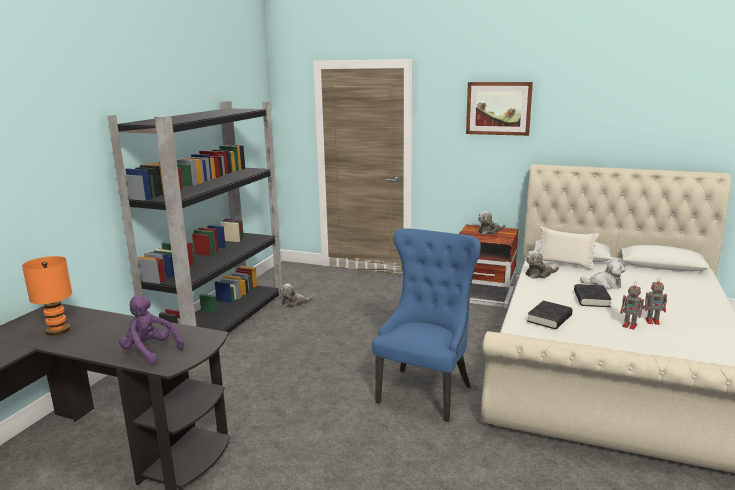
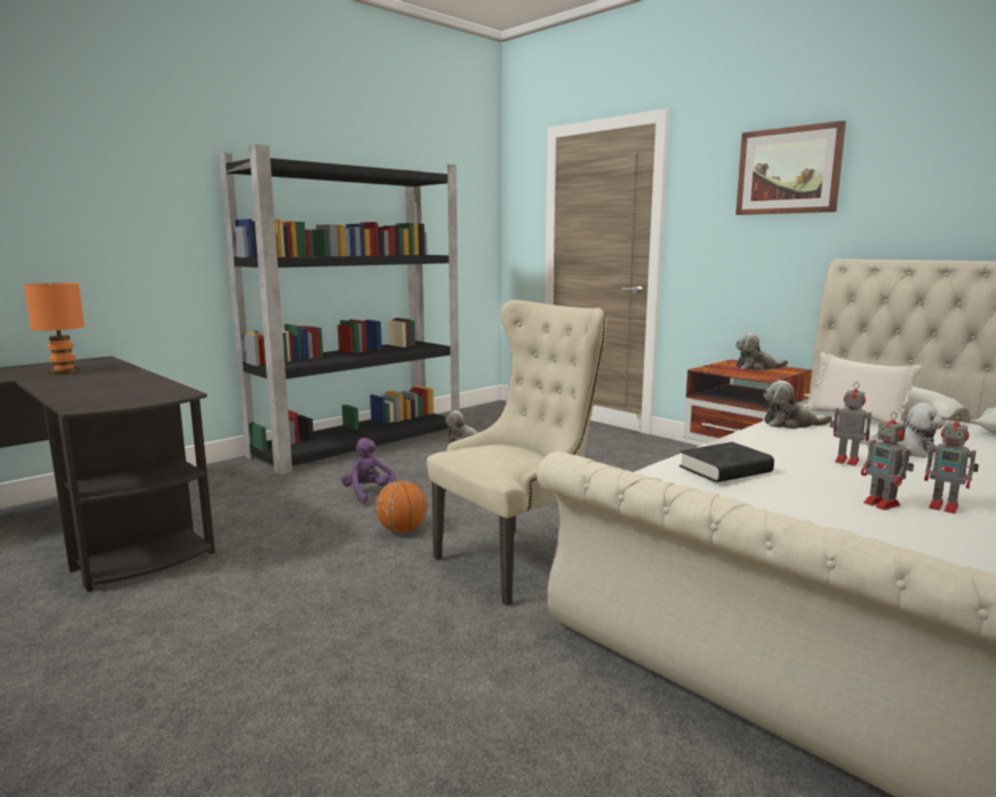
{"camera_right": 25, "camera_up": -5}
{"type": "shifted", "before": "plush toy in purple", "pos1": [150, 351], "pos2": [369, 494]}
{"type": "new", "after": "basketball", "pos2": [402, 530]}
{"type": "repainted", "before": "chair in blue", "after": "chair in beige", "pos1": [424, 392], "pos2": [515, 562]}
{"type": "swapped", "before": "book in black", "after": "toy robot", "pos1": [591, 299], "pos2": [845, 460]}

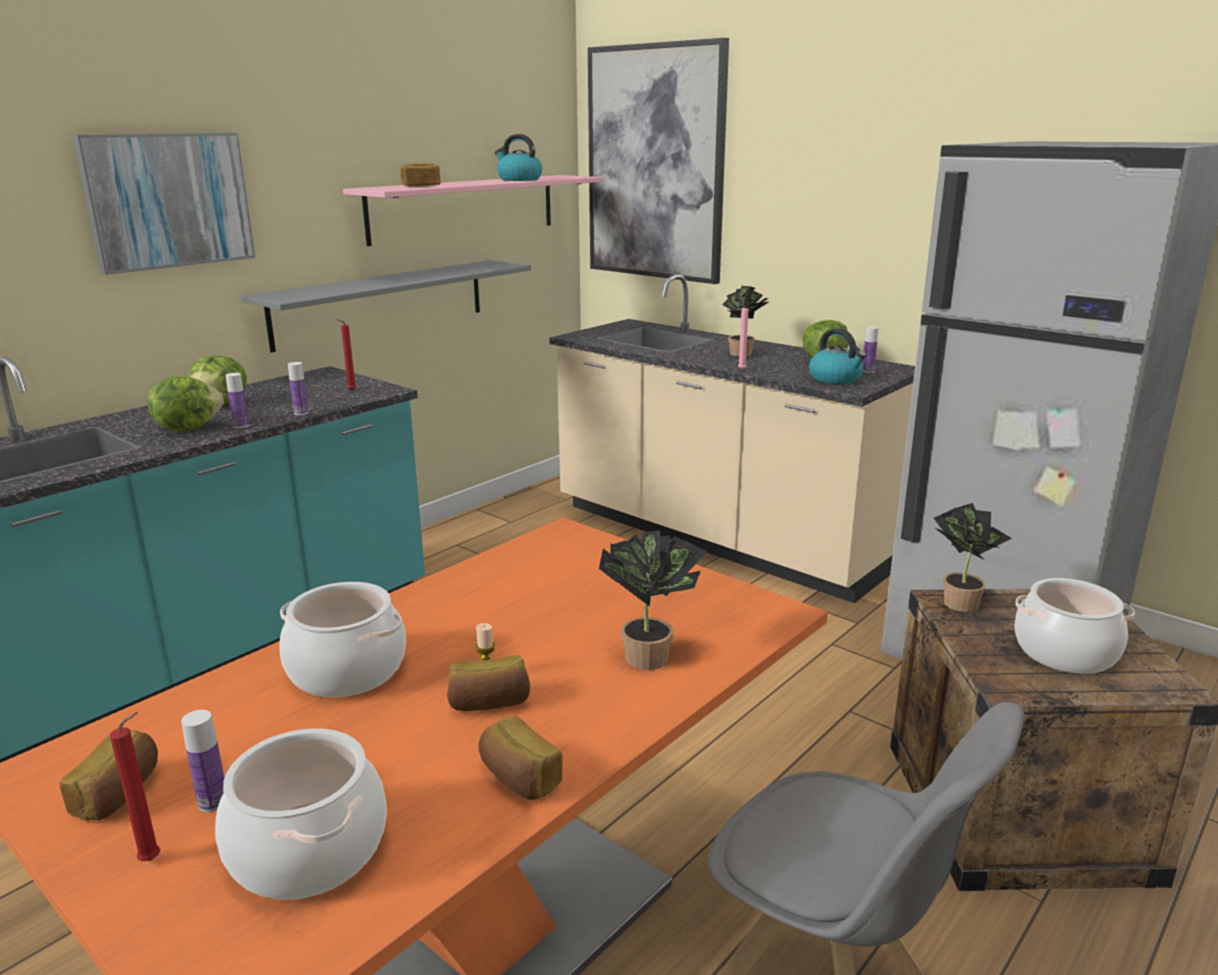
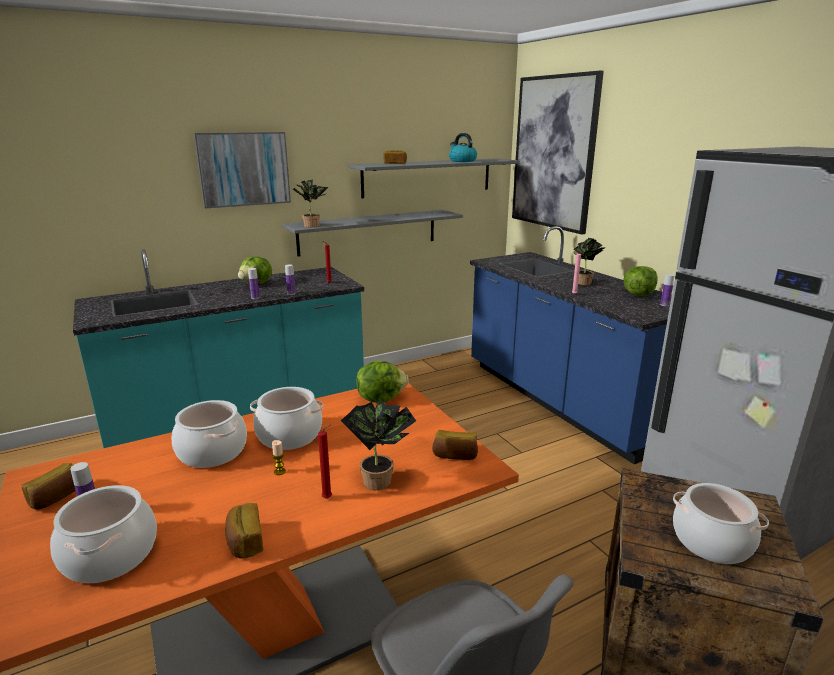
{"camera_right": 20, "camera_up": 0}
{"type": "new", "after": "cooking pot", "pos2": [289, 435]}
{"type": "shifted", "before": "potted plant", "pos1": [959, 601], "pos2": [312, 225]}
{"type": "shifted", "before": "candle in red", "pos1": [154, 859], "pos2": [328, 498]}
{"type": "repainted", "before": "shelf in pink", "after": "shelf in grey", "pos1": [464, 208], "pos2": [428, 177]}
{"type": "shifted", "before": "lettuce", "pos1": [187, 428], "pos2": [380, 398]}
{"type": "shifted", "before": "bread", "pos1": [489, 703], "pos2": [455, 456]}
{"type": "repainted", "before": "counter in beige", "after": "counter in blue", "pos1": [717, 538], "pos2": [561, 402]}
{"type": "gone", "before": "kettle", "pos1": [836, 379]}

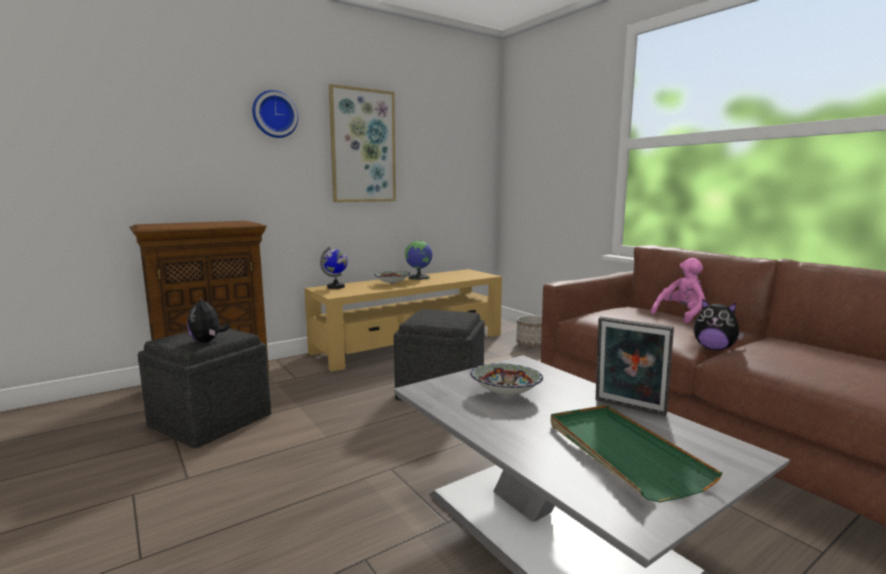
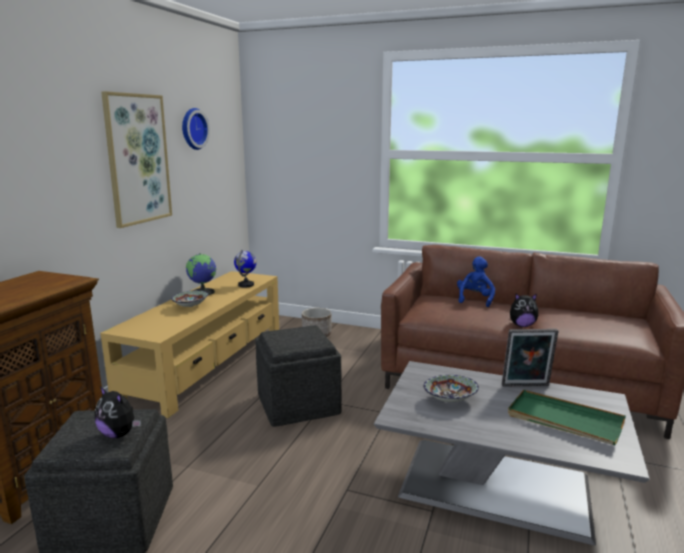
{"camera_right": -35, "camera_up": 5}
{"type": "shifted", "before": "wall clock", "pos1": [274, 114], "pos2": [192, 129]}
{"type": "shifted", "before": "globe", "pos1": [336, 287], "pos2": [246, 285]}
{"type": "repainted", "before": "plush toy in pink", "after": "plush toy in blue", "pos1": [681, 315], "pos2": [475, 299]}

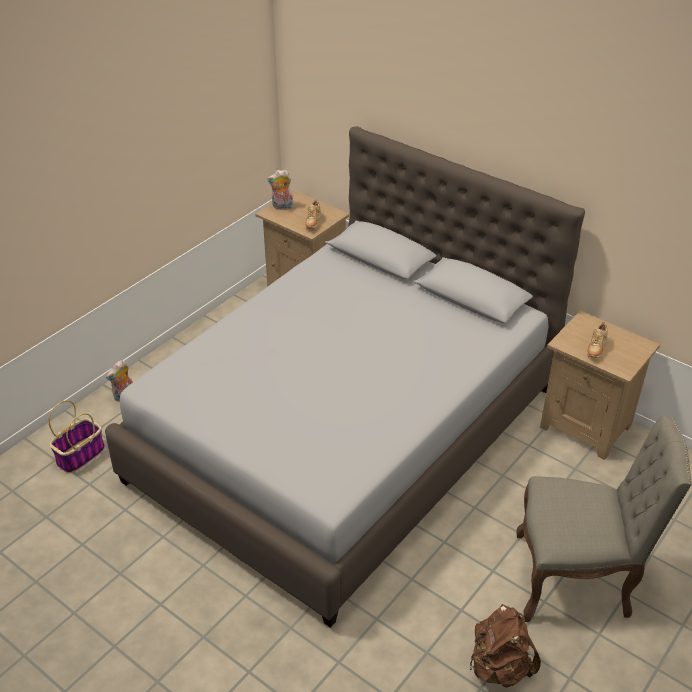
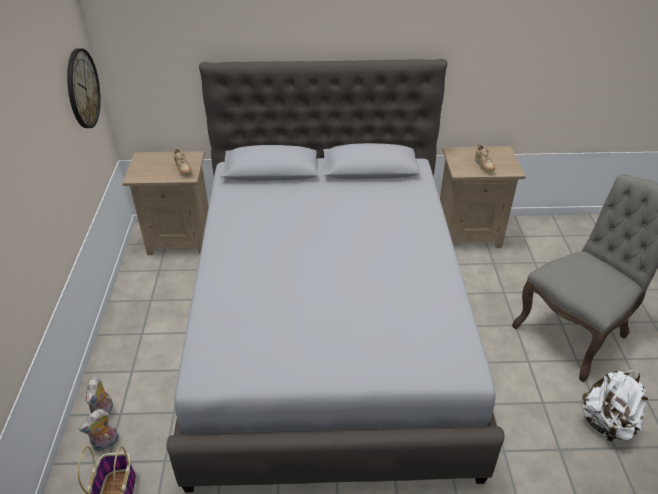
{"camera_right": -40, "camera_up": 0}
{"type": "new", "after": "wall clock", "pos2": [82, 88]}
{"type": "shifted", "before": "plush toy", "pos1": [282, 207], "pos2": [106, 444]}
{"type": "repainted", "before": "backpack in brown", "after": "backpack in white", "pos1": [499, 666], "pos2": [606, 424]}

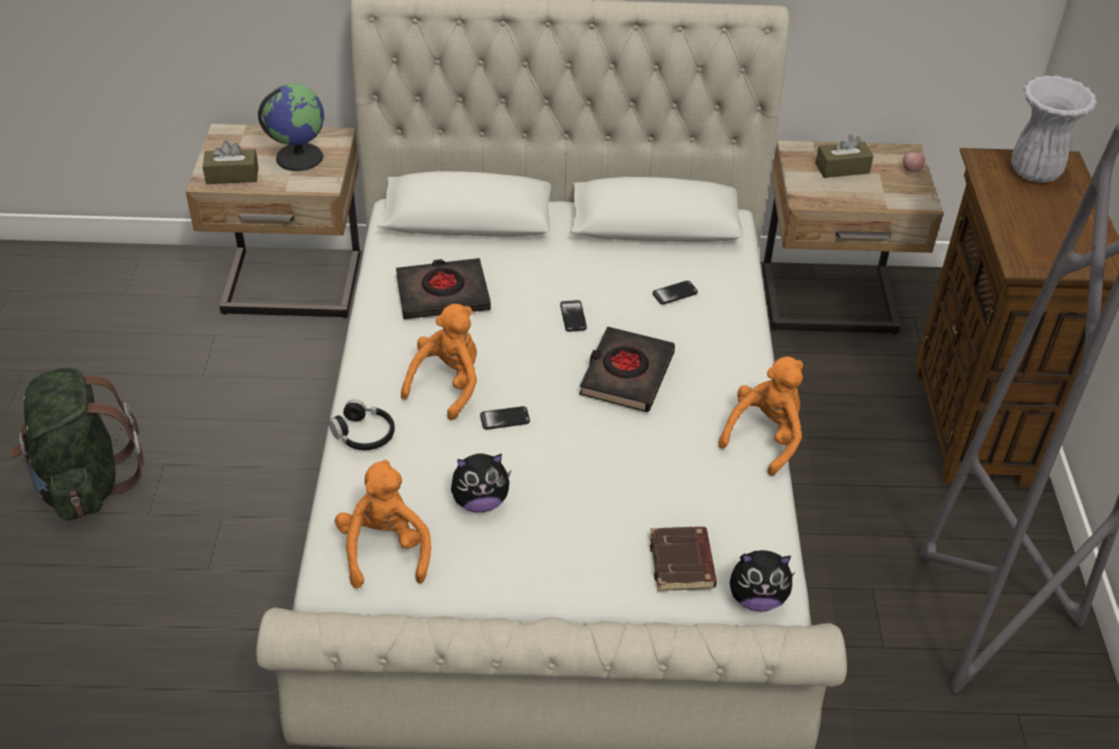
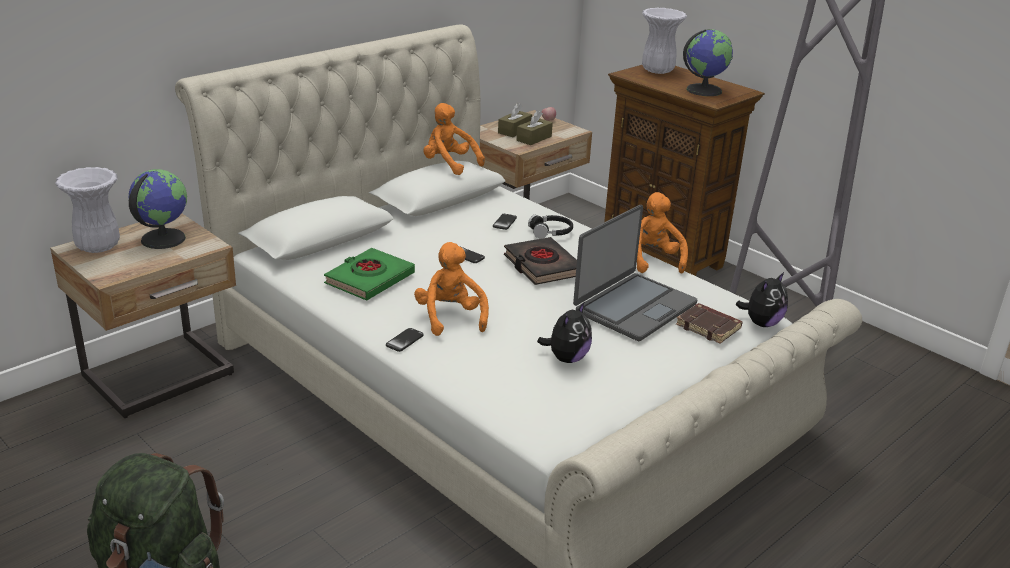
{"camera_right": -45, "camera_up": -15}
{"type": "new", "after": "vase in white", "pos2": [98, 246]}
{"type": "repainted", "before": "book in black", "after": "book in green", "pos1": [443, 294], "pos2": [369, 279]}
{"type": "shifted", "before": "phone", "pos1": [505, 419], "pos2": [404, 340]}
{"type": "shifted", "before": "plush toy in orange", "pos1": [385, 549], "pos2": [449, 164]}
{"type": "shifted", "before": "tissue box in brown", "pos1": [232, 175], "pos2": [534, 138]}
{"type": "shifted", "before": "headphones in black", "pos1": [364, 434], "pos2": [551, 232]}
{"type": "new", "after": "laptop", "pos2": [634, 307]}
{"type": "new", "after": "globe", "pos2": [703, 90]}

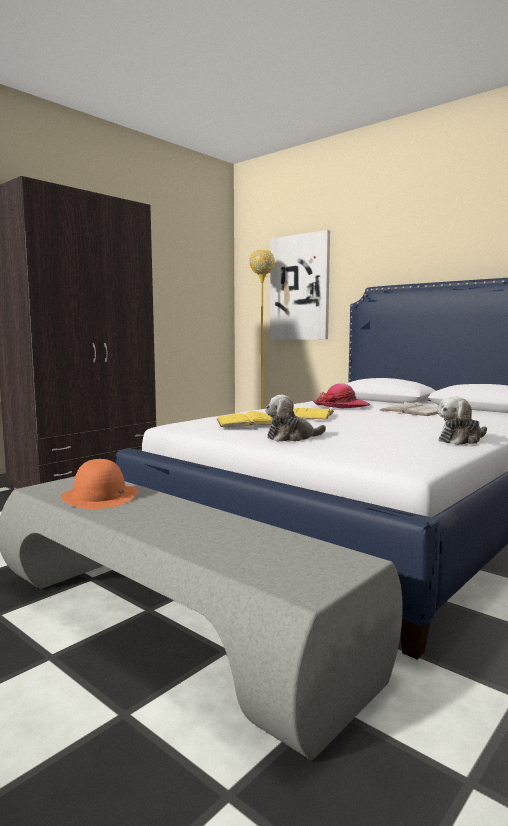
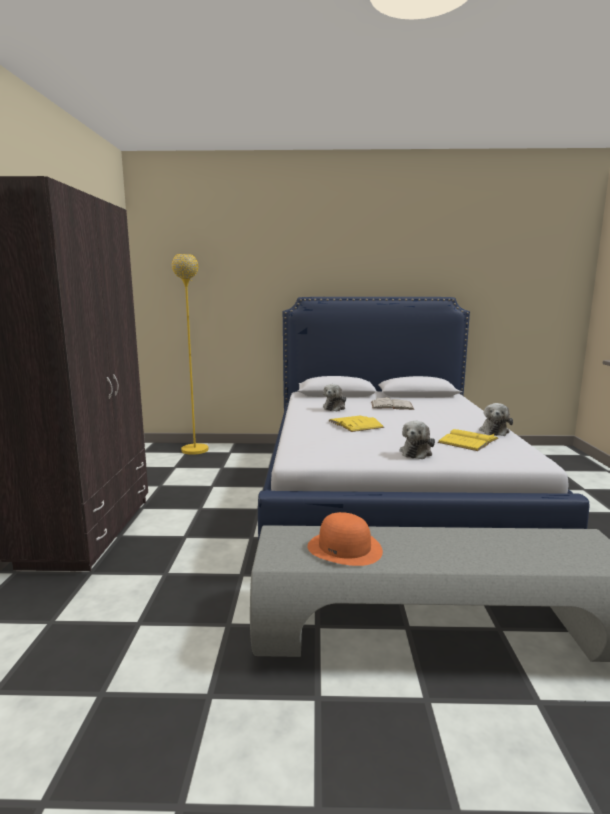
{"camera_right": -40, "camera_up": 5}
{"type": "swapped", "before": "hat", "after": "plush toy", "pos1": [341, 406], "pos2": [335, 408]}
{"type": "shifted", "before": "book in yellow", "pos1": [249, 422], "pos2": [468, 440]}
{"type": "gone", "before": "picture", "pos1": [300, 287]}

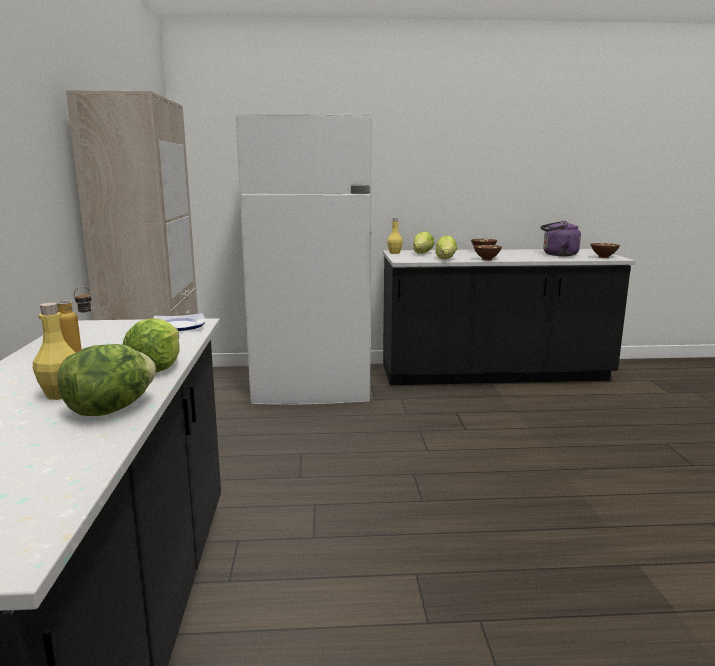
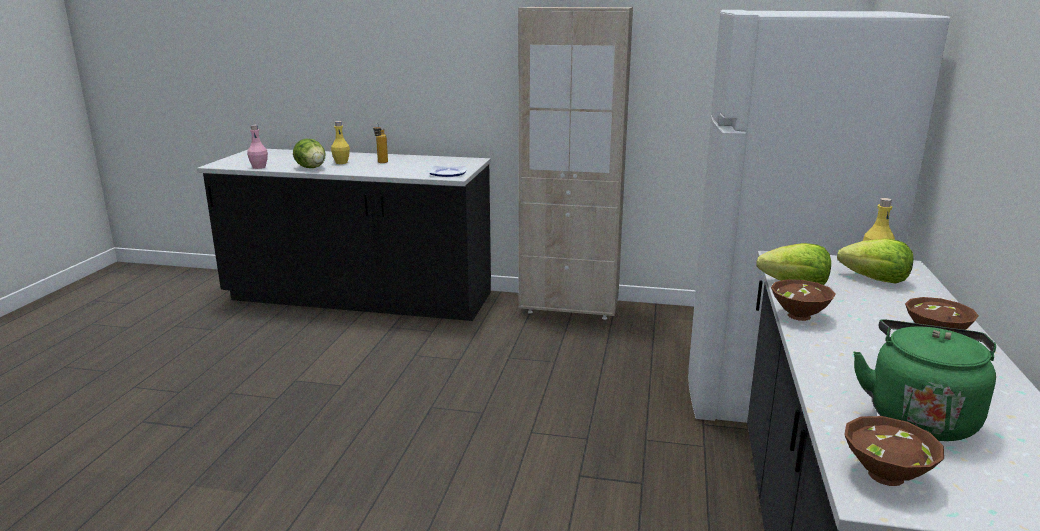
{"camera_right": 105, "camera_up": 5}
{"type": "new", "after": "bottle in pink", "pos2": [259, 167]}
{"type": "repainted", "before": "kettle in purple", "after": "kettle in green", "pos1": [558, 255], "pos2": [919, 416]}
{"type": "gone", "before": "lettuce", "pos1": [157, 367]}

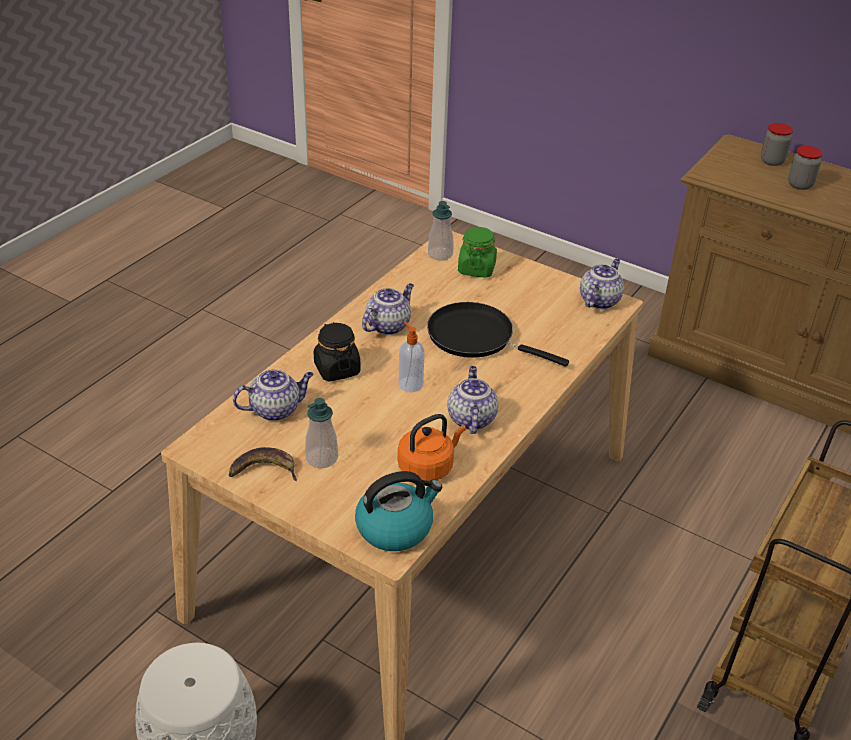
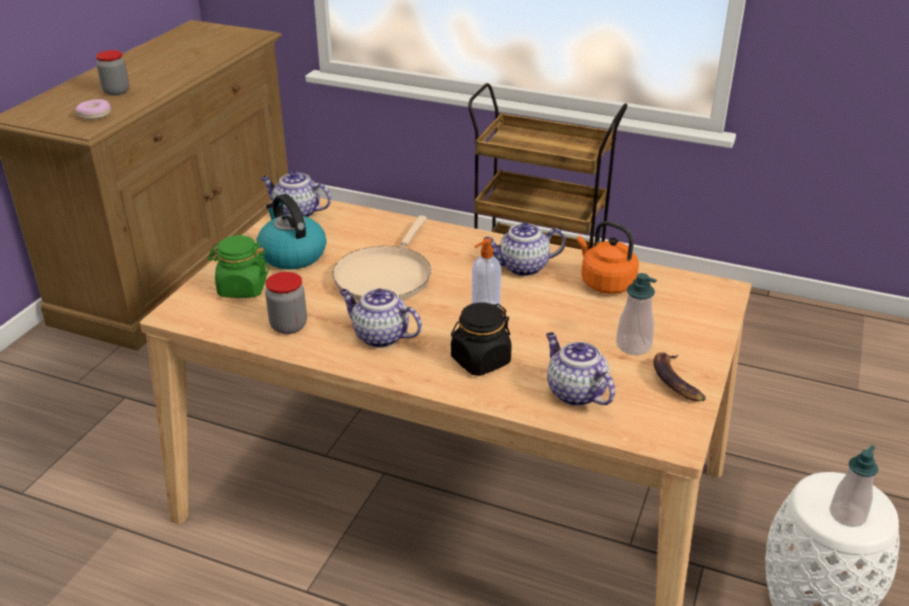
{"camera_right": -100, "camera_up": -5}
{"type": "new", "after": "donut", "pos2": [95, 115]}
{"type": "shifted", "before": "kettle", "pos1": [395, 527], "pos2": [291, 255]}
{"type": "shifted", "before": "jar", "pos1": [772, 161], "pos2": [288, 326]}
{"type": "repainted", "before": "frying pan in black", "after": "frying pan in beige", "pos1": [476, 337], "pos2": [385, 276]}
{"type": "shifted", "before": "soap dispenser", "pos1": [440, 254], "pos2": [847, 515]}

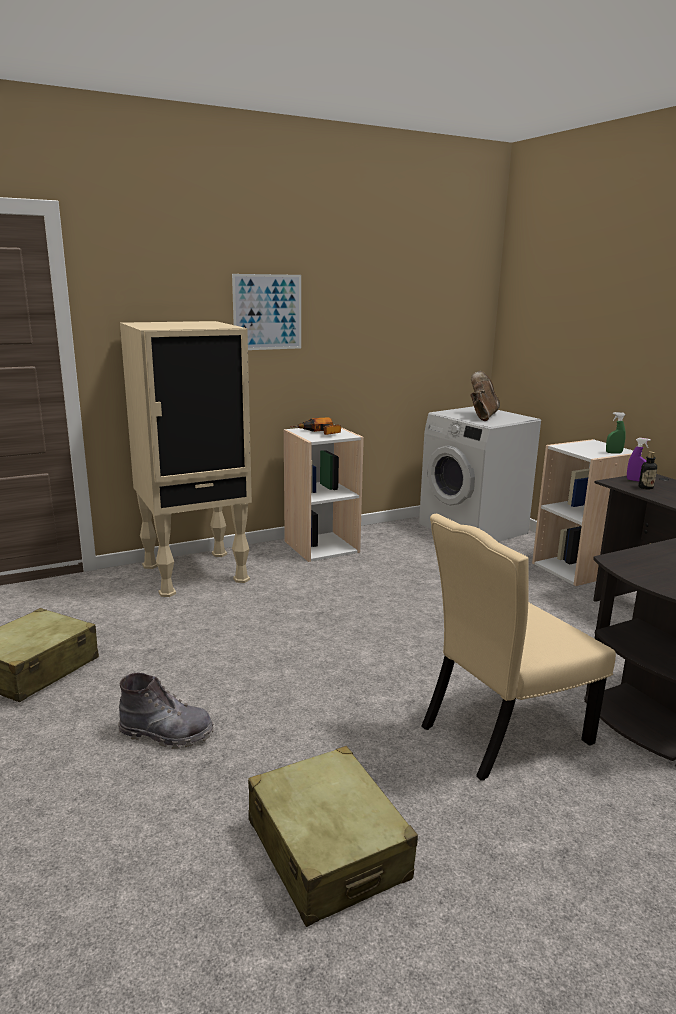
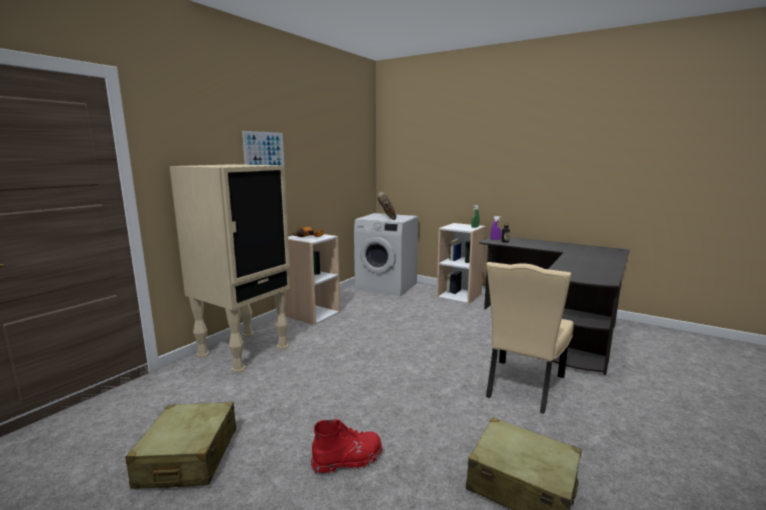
{"camera_right": -30, "camera_up": -5}
{"type": "repainted", "before": "boot in grey", "after": "boot in red", "pos1": [166, 733], "pos2": [348, 460]}

